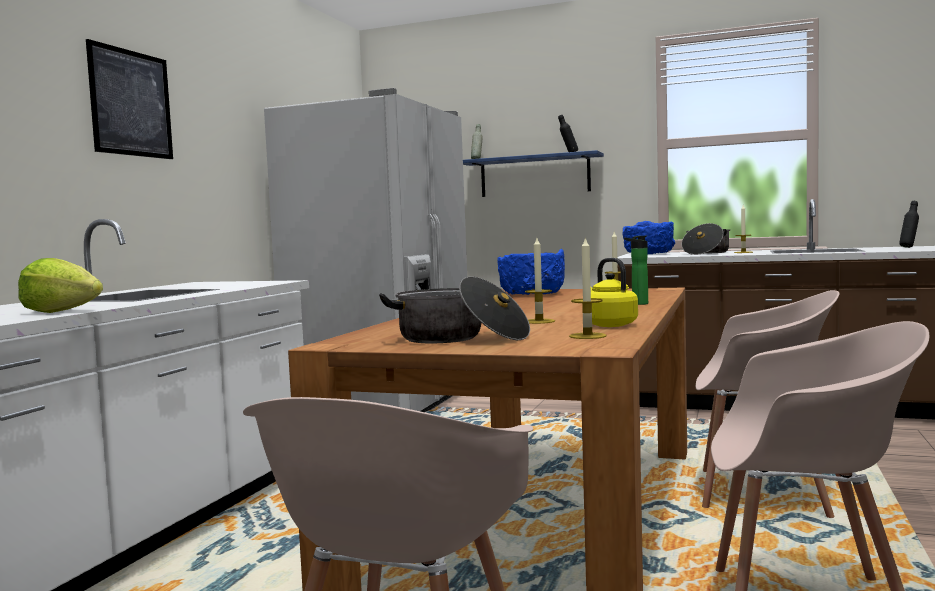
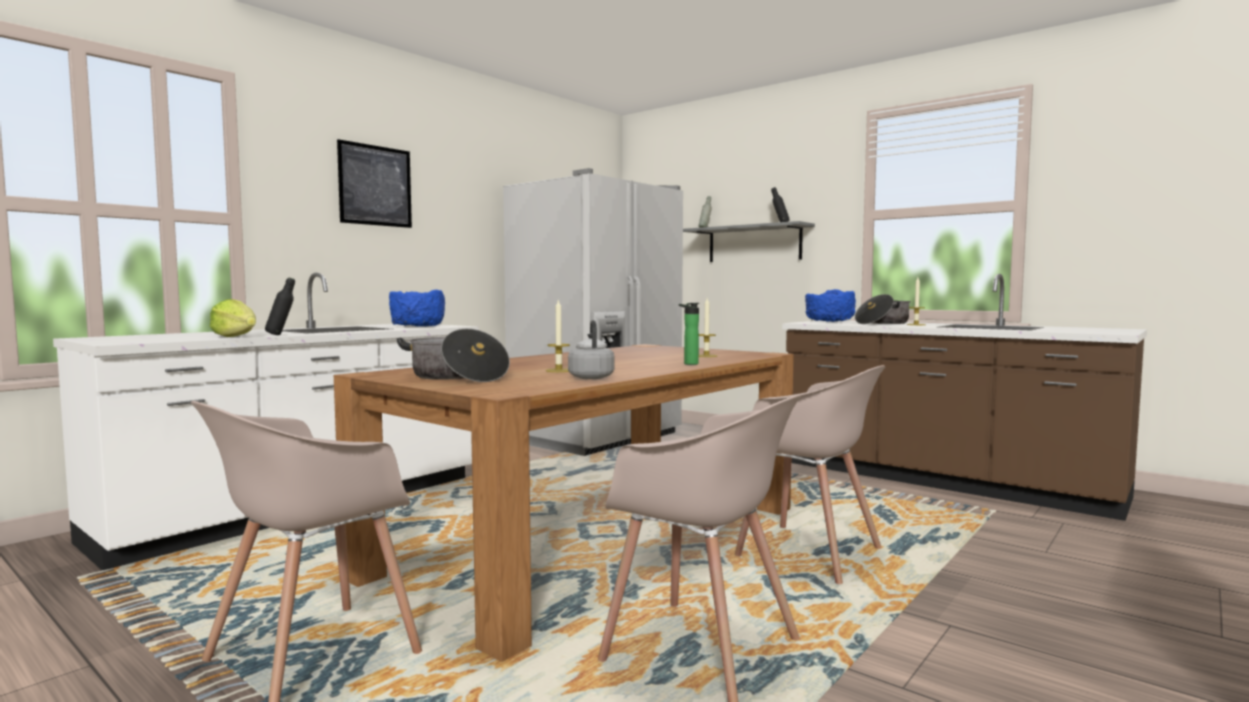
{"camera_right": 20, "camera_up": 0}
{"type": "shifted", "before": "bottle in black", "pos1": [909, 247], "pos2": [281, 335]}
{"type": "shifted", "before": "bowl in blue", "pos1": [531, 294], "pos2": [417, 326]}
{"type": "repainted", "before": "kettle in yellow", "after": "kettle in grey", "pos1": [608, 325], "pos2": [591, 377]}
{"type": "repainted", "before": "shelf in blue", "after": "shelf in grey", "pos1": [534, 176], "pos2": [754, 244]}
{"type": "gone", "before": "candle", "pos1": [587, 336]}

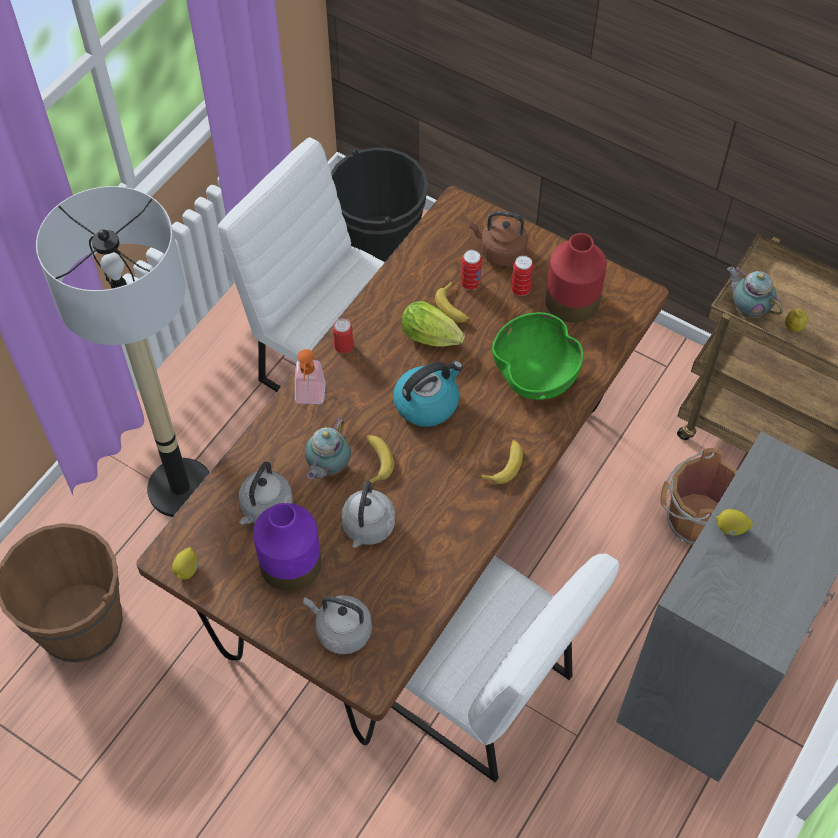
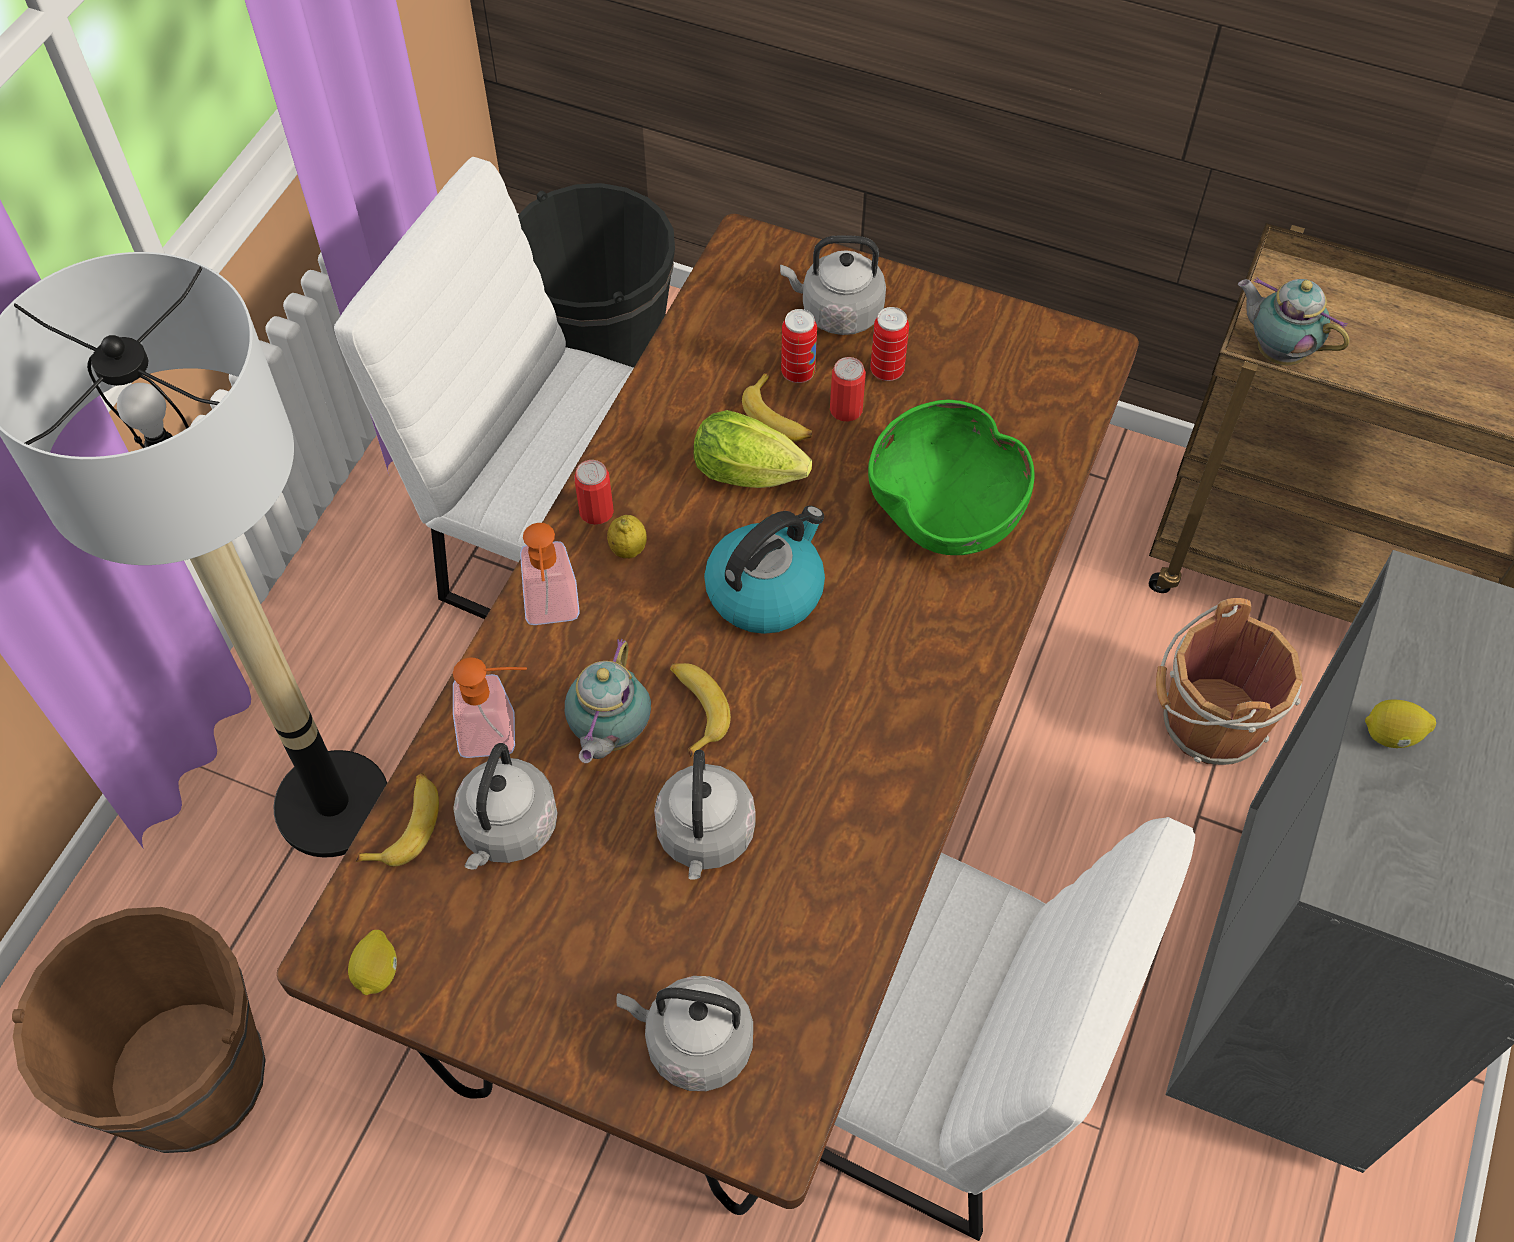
{"camera_right": -10, "camera_up": 0}
{"type": "shifted", "before": "banana", "pos1": [504, 464], "pos2": [406, 825]}
{"type": "new", "after": "soap dispenser", "pos2": [500, 733]}
{"type": "shifted", "before": "lemon", "pos1": [793, 327], "pos2": [628, 549]}
{"type": "repainted", "before": "kettle in brown", "after": "kettle in grey", "pos1": [500, 252], "pos2": [837, 312]}
{"type": "new", "after": "can", "pos2": [846, 409]}
{"type": "gone", "before": "vase in purple", "pos1": [289, 563]}
{"type": "gone", "before": "vase in red", "pos1": [572, 299]}

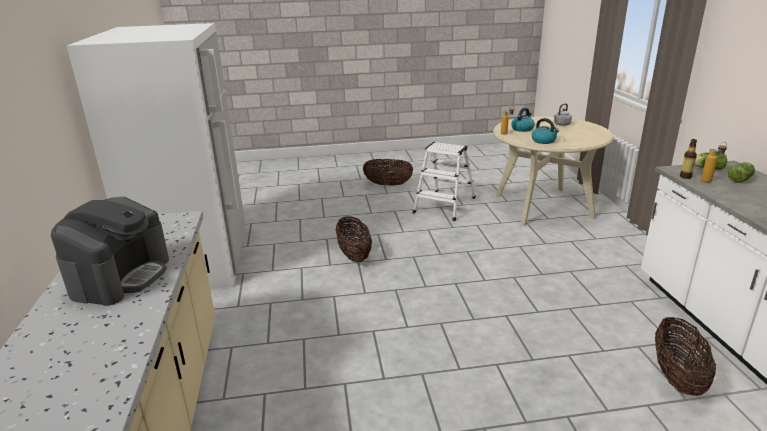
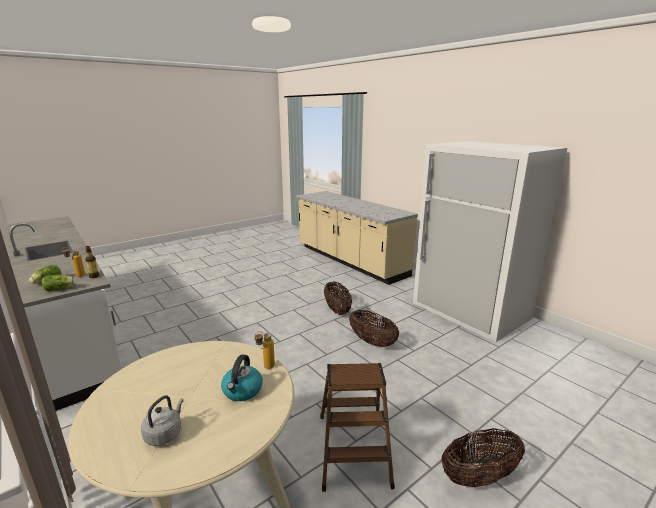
{"camera_right": 150, "camera_up": -5}
{"type": "repainted", "before": "step ladder in white", "after": "step ladder in brown", "pos1": [445, 205], "pos2": [353, 448]}
{"type": "shifted", "before": "basket", "pos1": [677, 377], "pos2": [337, 310]}
{"type": "gone", "before": "coffee machine", "pos1": [121, 276]}
{"type": "gone", "before": "kettle", "pos1": [544, 141]}

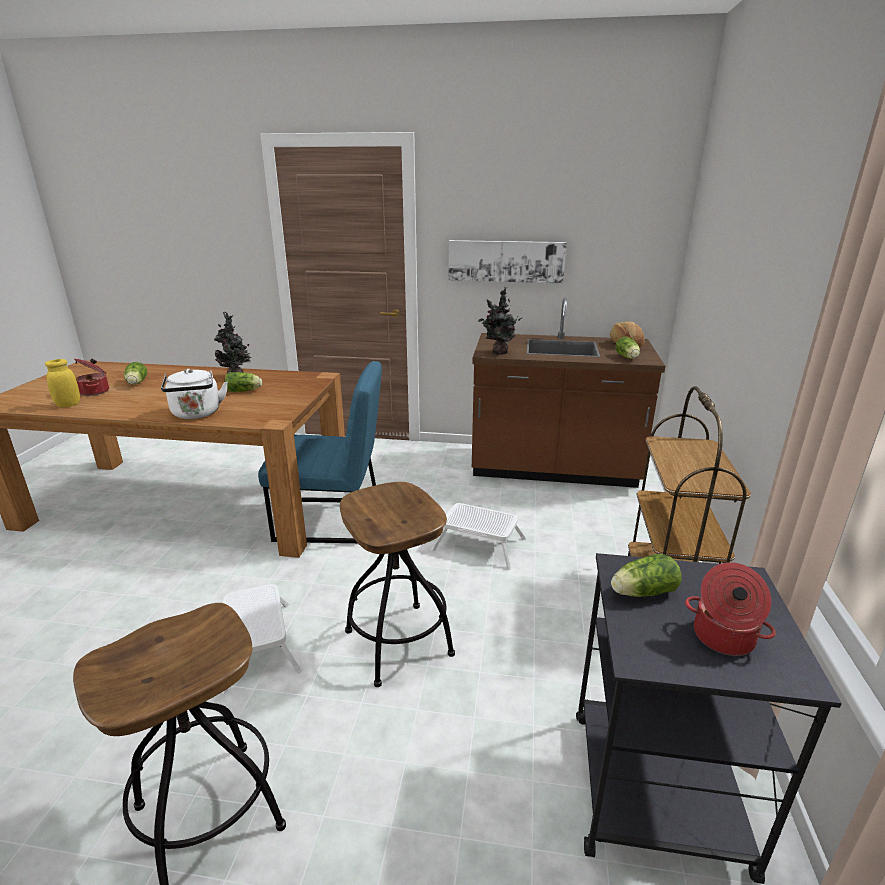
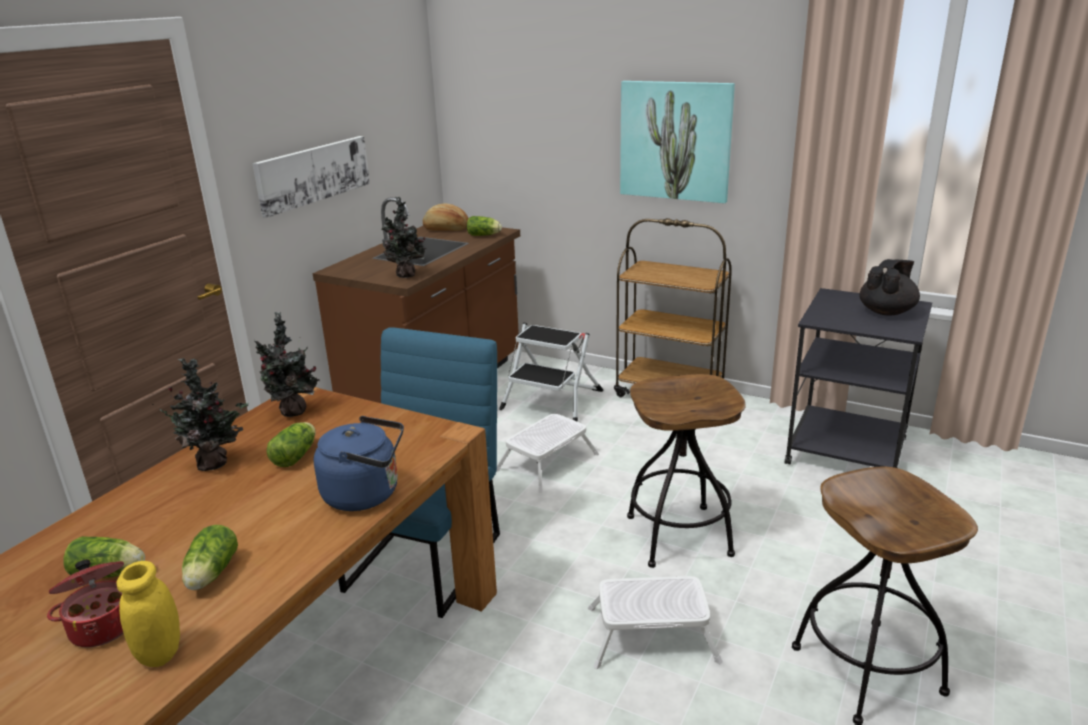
{"camera_right": -70, "camera_up": 0}
{"type": "shifted", "before": "lettuce", "pos1": [641, 592], "pos2": [210, 575]}
{"type": "new", "after": "potted plant", "pos2": [293, 413]}
{"type": "repainted", "before": "kettle in white", "after": "kettle in blue", "pos1": [197, 414], "pos2": [366, 494]}
{"type": "new", "after": "step ladder", "pos2": [553, 401]}
{"type": "new", "after": "picture", "pos2": [675, 141]}
{"type": "swapped", "before": "cooking pot", "after": "teapot in black", "pos1": [722, 638], "pos2": [887, 311]}

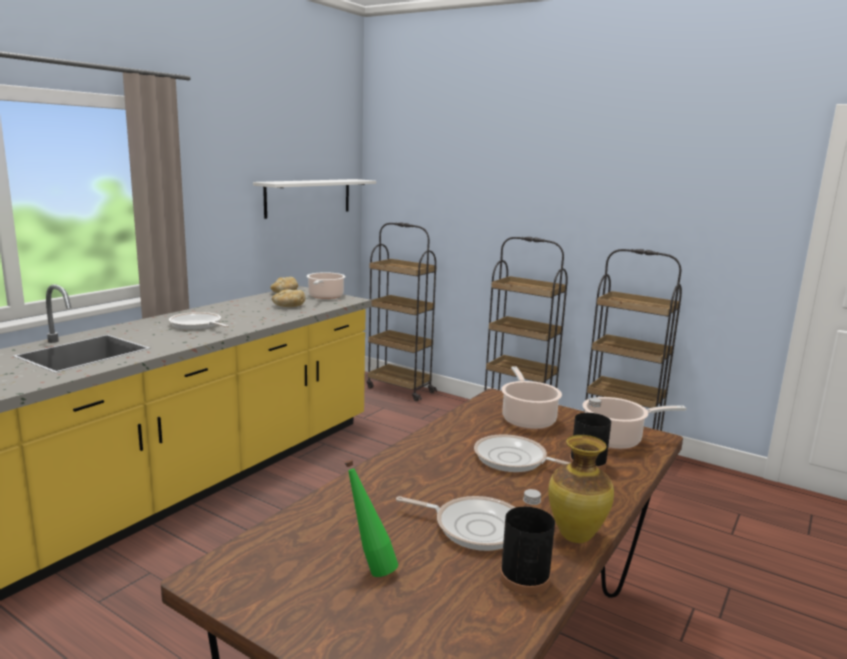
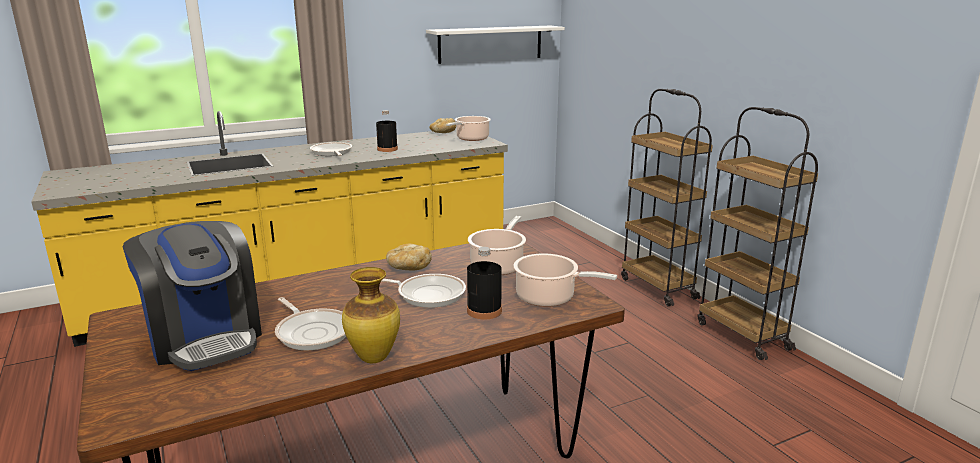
{"camera_right": 30, "camera_up": 5}
{"type": "swapped", "before": "bottle in green", "after": "coffee machine", "pos1": [370, 568], "pos2": [205, 338]}
{"type": "shifted", "before": "bottle in black", "pos1": [524, 578], "pos2": [387, 149]}
{"type": "rotated", "before": "frying pan", "pos1": [514, 460], "pos2": [427, 294], "turn": 135}
{"type": "shifted", "before": "bread", "pos1": [288, 306], "pos2": [408, 268]}
{"type": "gone", "before": "cart in brown", "pos1": [400, 390]}

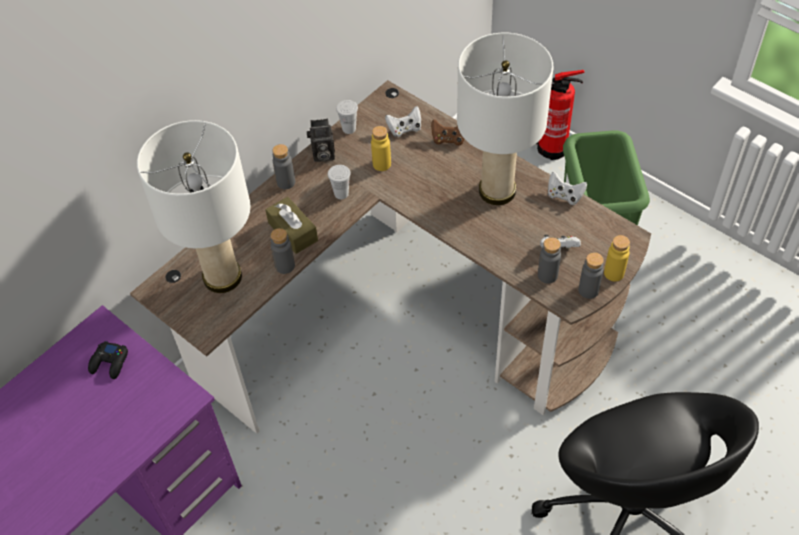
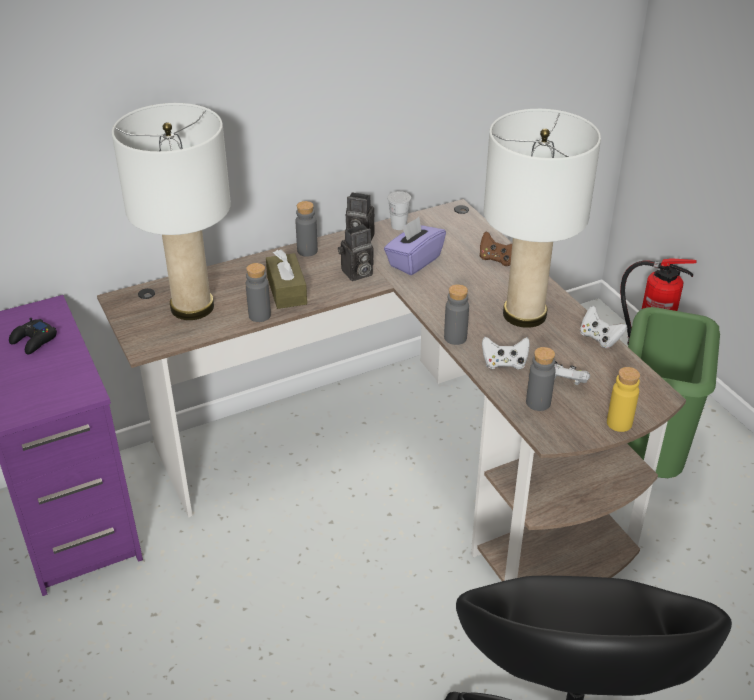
{"camera_right": 20, "camera_up": -15}
{"type": "swapped", "before": "cup in white", "after": "photo camera", "pos1": [341, 194], "pos2": [356, 274]}
{"type": "swapped", "before": "bottle in yellow", "after": "tissue box in purple", "pos1": [382, 164], "pos2": [414, 261]}
{"type": "shifted", "before": "bottle in grey", "pos1": [588, 290], "pos2": [455, 338]}
{"type": "shifted", "before": "game controller in white", "pos1": [404, 129], "pos2": [504, 363]}

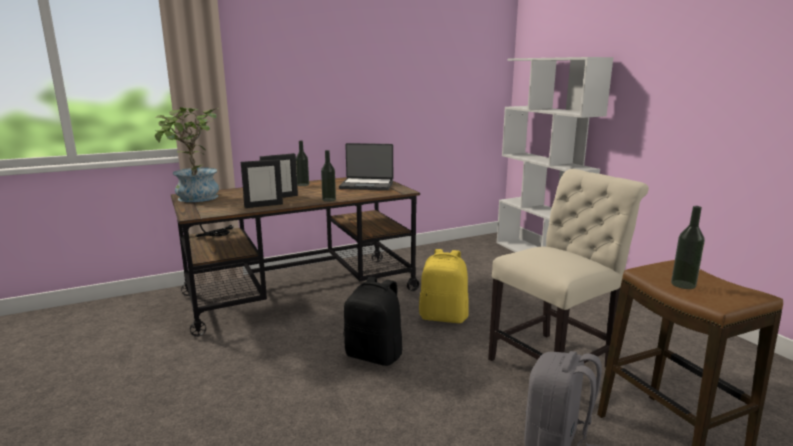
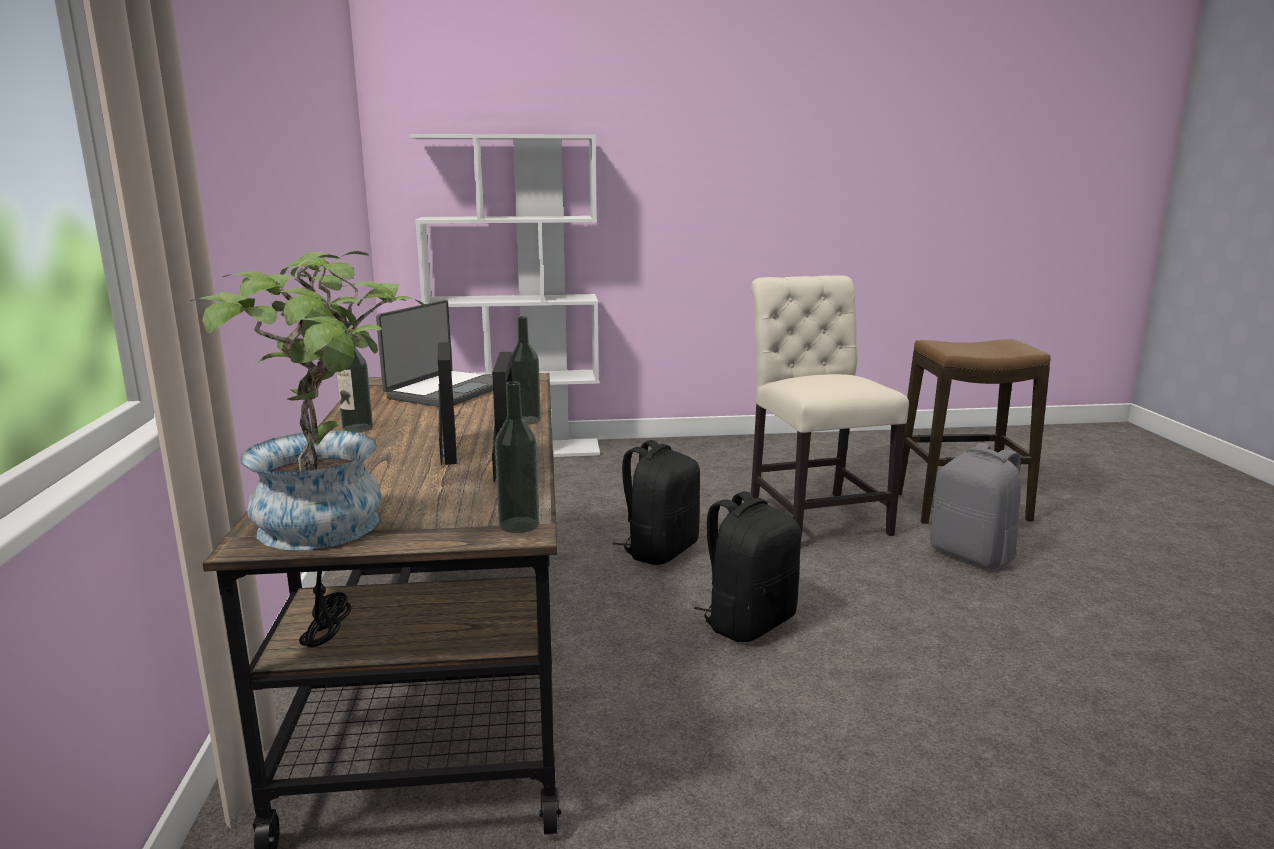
{"camera_right": -70, "camera_up": 0}
{"type": "shifted", "before": "bottle", "pos1": [683, 284], "pos2": [519, 525]}
{"type": "repainted", "before": "backpack in yellow", "after": "backpack in black", "pos1": [444, 317], "pos2": [659, 550]}

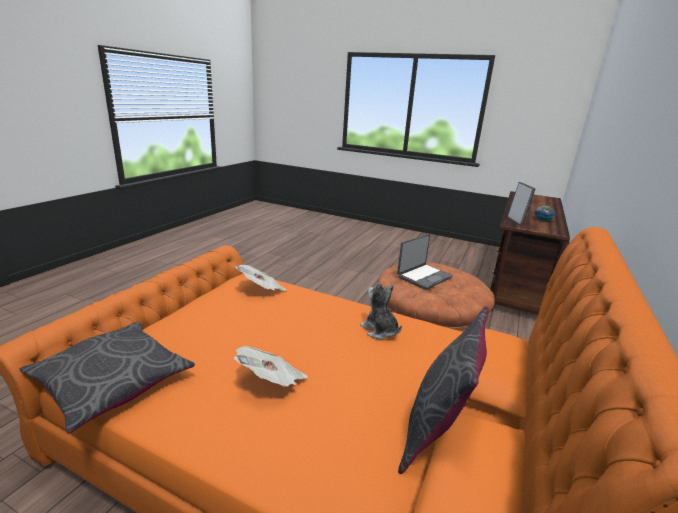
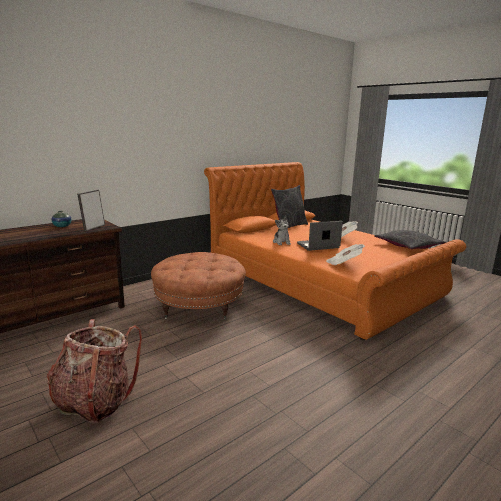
{"camera_right": -155, "camera_up": -5}
{"type": "new", "after": "backpack", "pos2": [95, 402]}
{"type": "shifted", "before": "laptop", "pos1": [424, 277], "pos2": [318, 246]}

